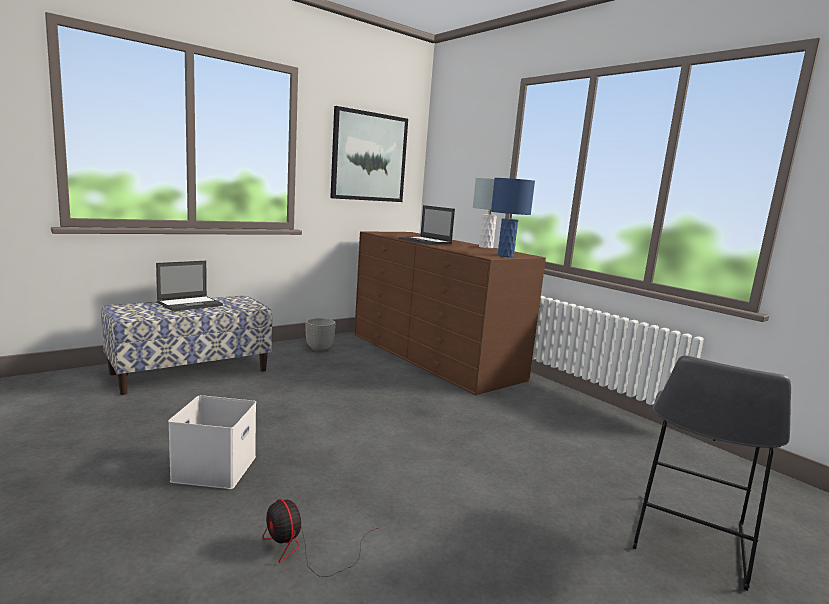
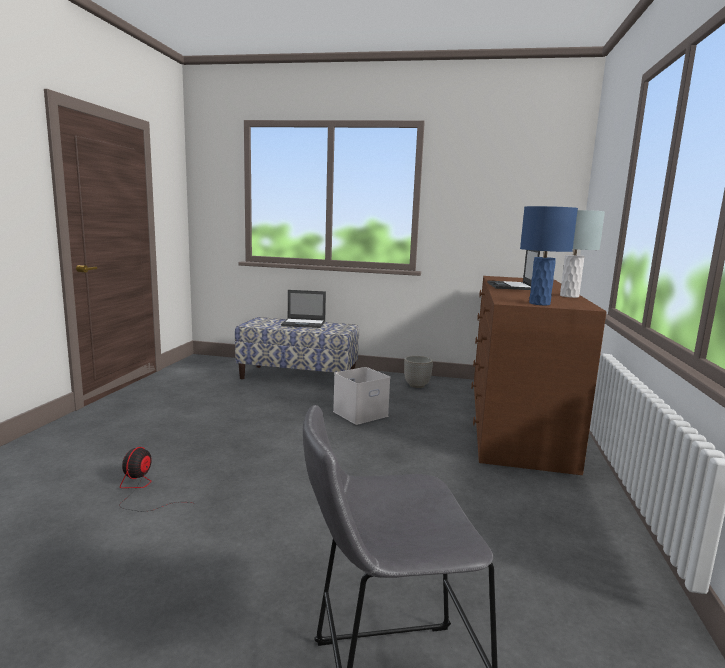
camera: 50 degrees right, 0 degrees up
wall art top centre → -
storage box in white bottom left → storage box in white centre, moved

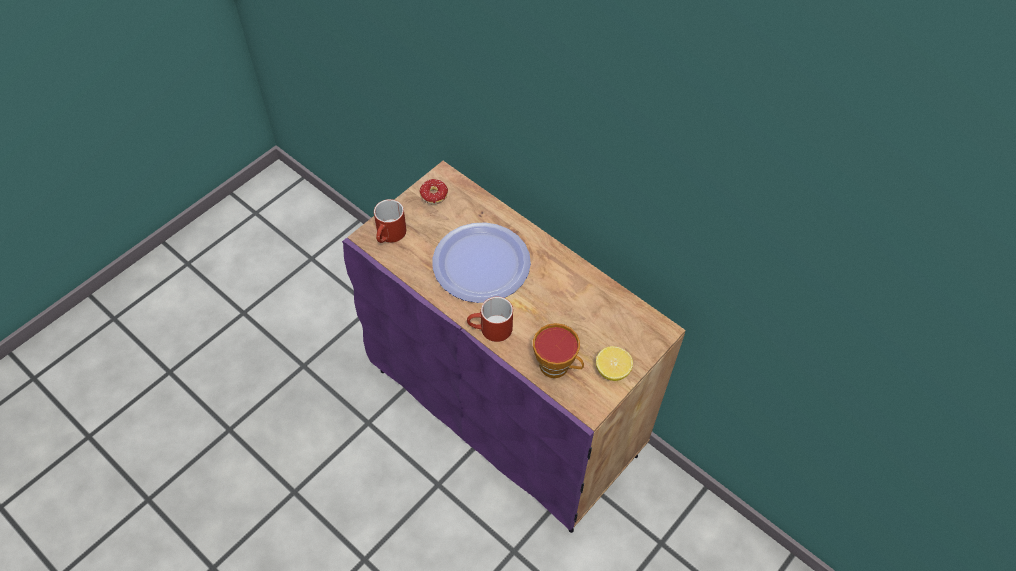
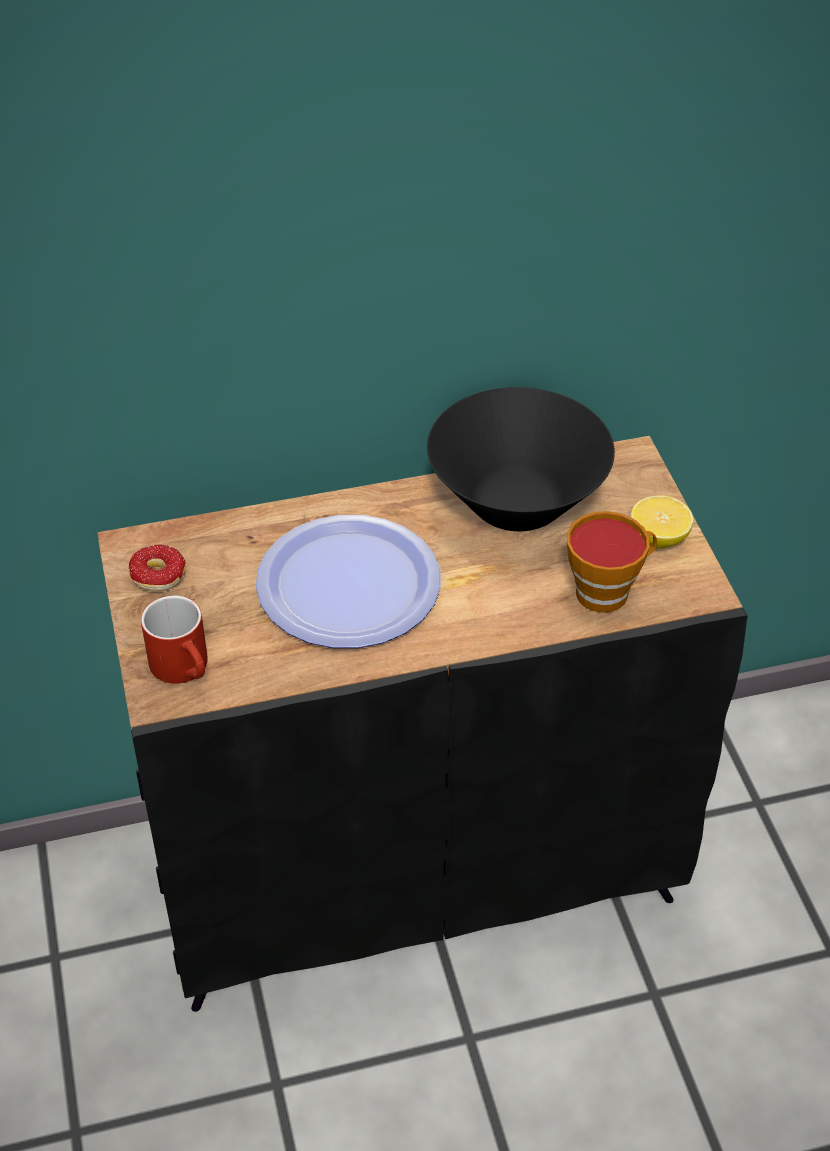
camera: 55 degrees left, 10 degrees down
mug in red-coloured (2nd from left) centre → -
- → serving bowl in black centre
cupboard in purple centre → cupboard in black centre

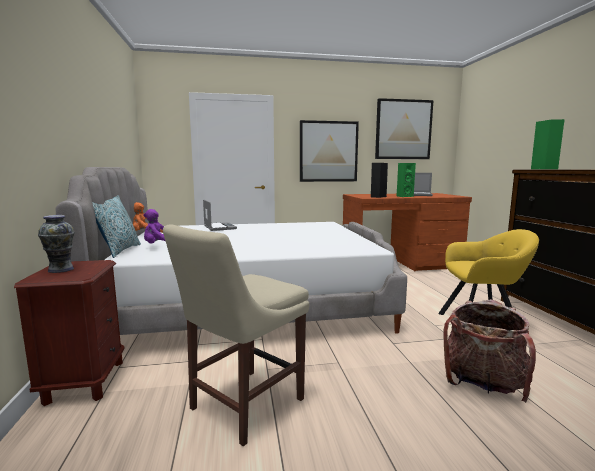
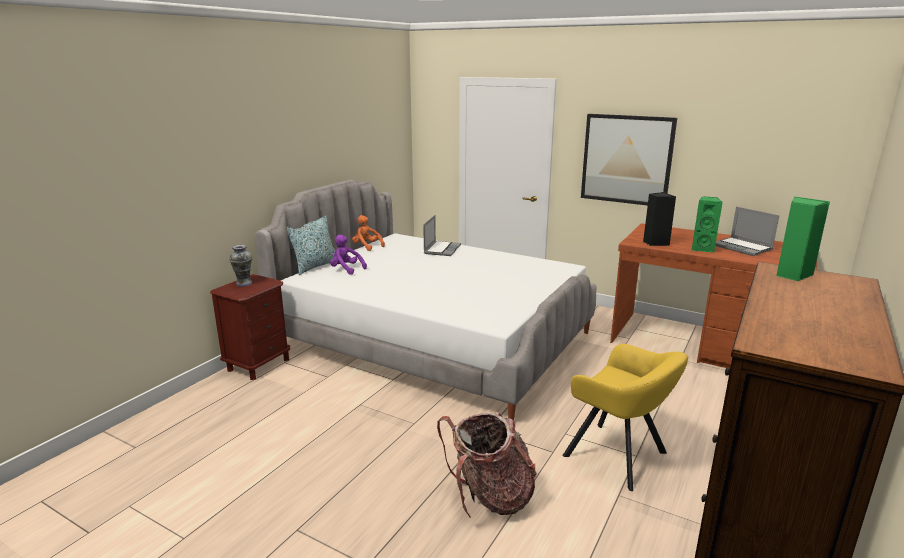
camera: 40 degrees right, 10 degrees up
upright chair in beige bottom centre → -
wall art (2nd from left) top right → -

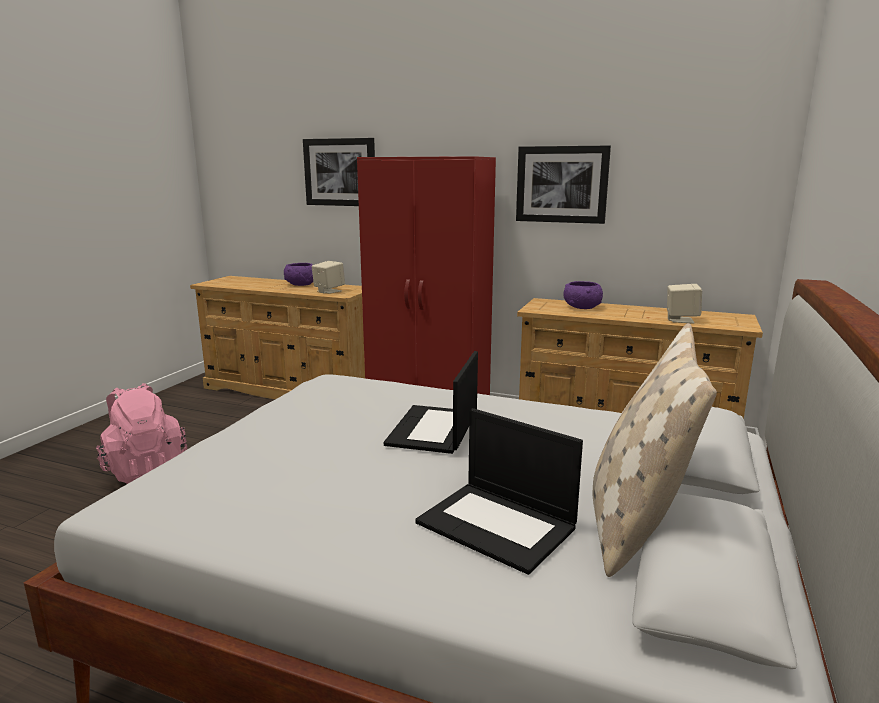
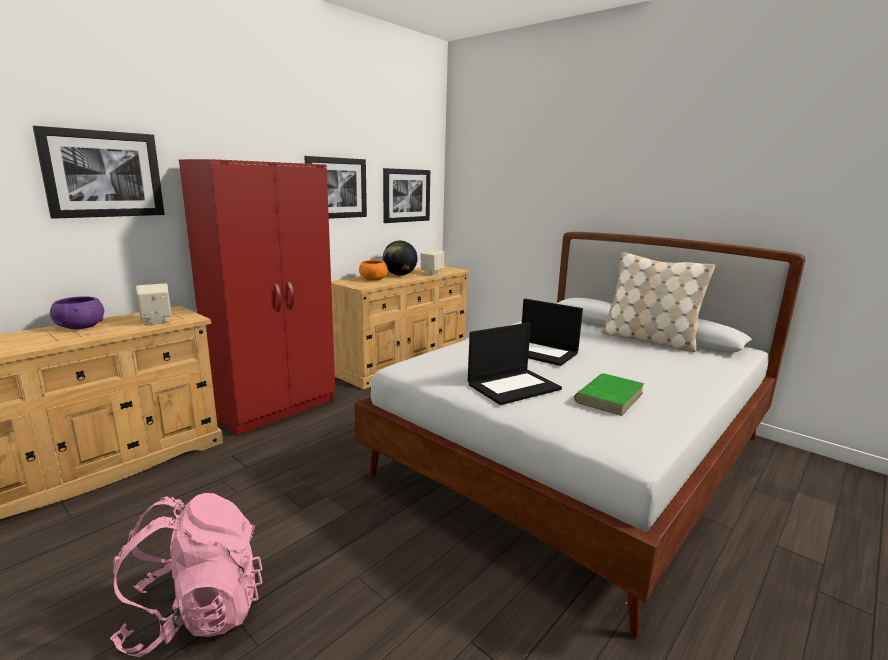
camera: 70 degrees left, 0 degrees up
- → wall art (3rd from left) top centre
- → world globe centre
- → book in greenish middle right
portable computer (2nd from left in the first image) bottom centre → portable computer (1st from left) centre, moved
serving bowl in purple (2nd from left) centre → serving bowl in orange-coloured centre

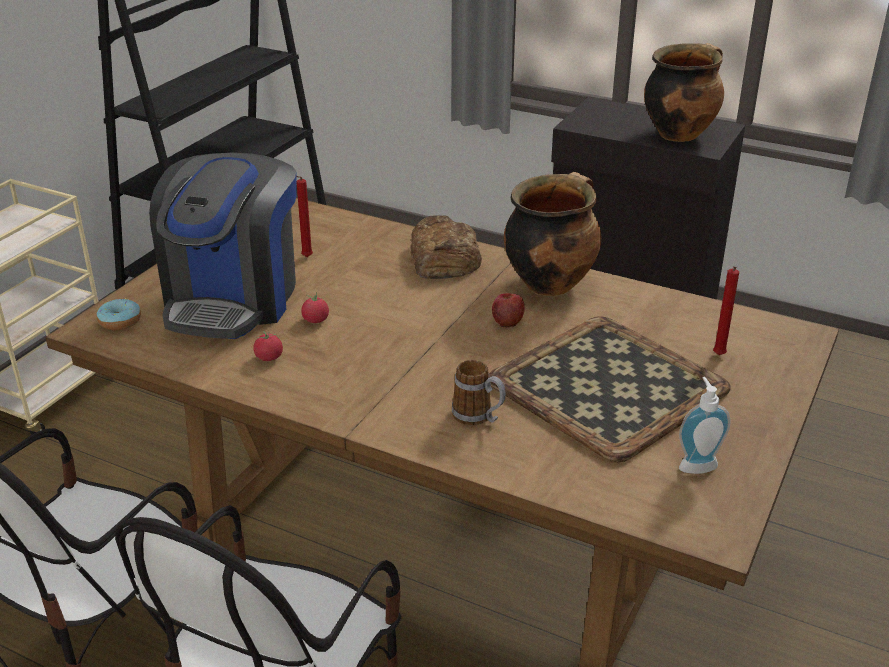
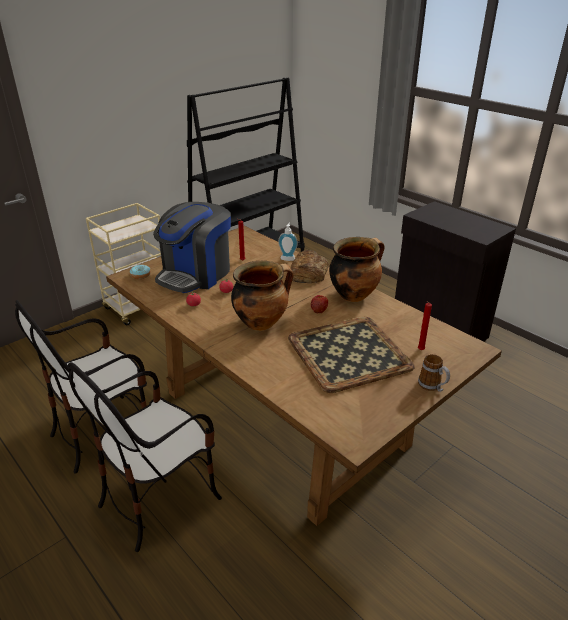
camera: 20 degrees right, 0 degrees up
mug centre → mug middle right, moved
saucepot (2nd from left in the first image) top right → saucepot (1st from left) centre, moved
liquid soap bottle middle right → liquid soap bottle centre, moved

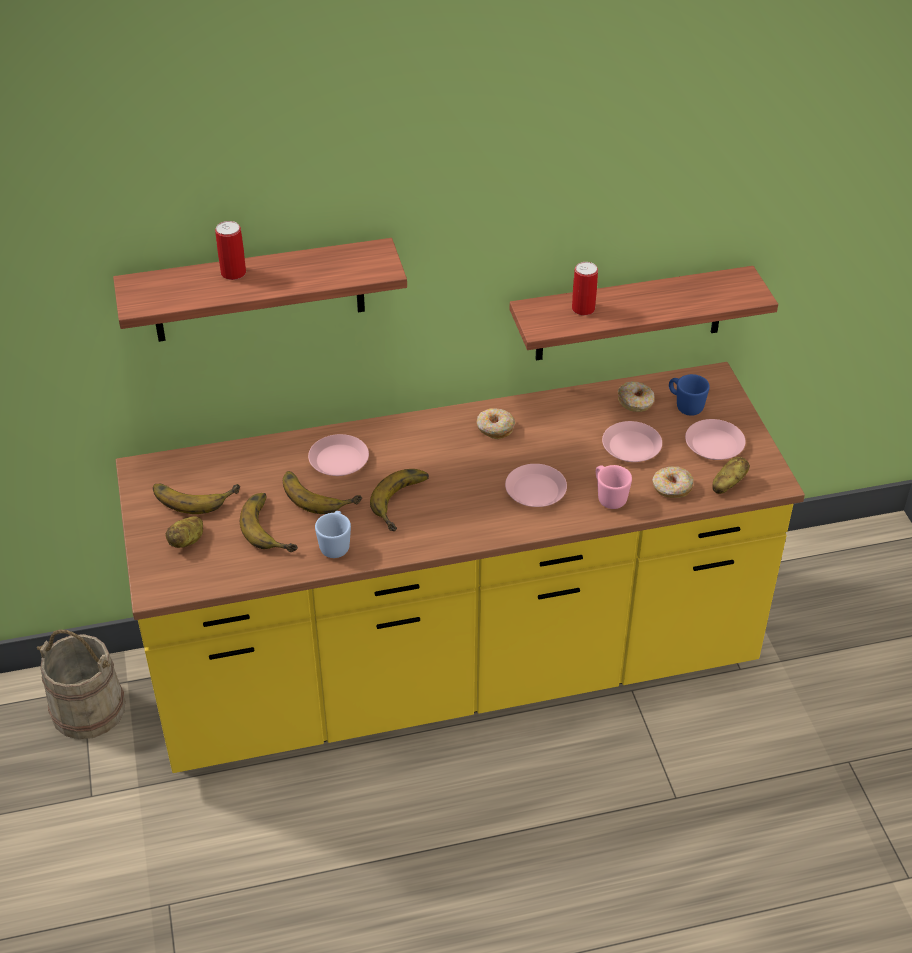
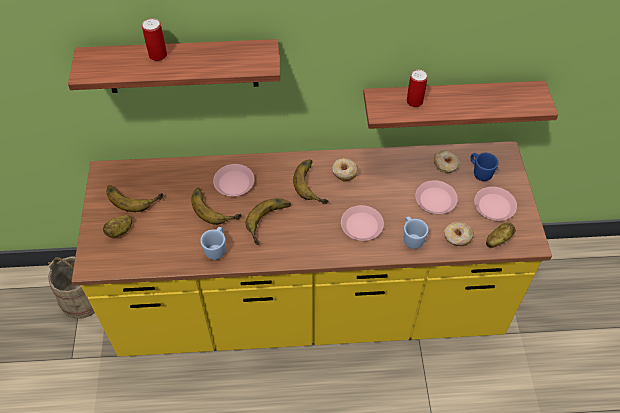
camera: 10 degrees right, 10 degrees up
banana fruit (2nd from left in the first image) middle left → banana fruit (4th from left) centre, moved
mug in pink-coloured middle right → mug in blue-coloured (2nd from left) middle right

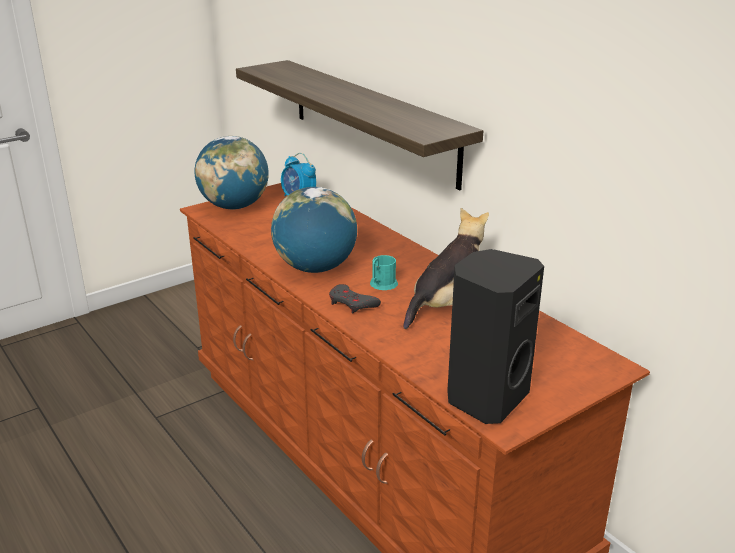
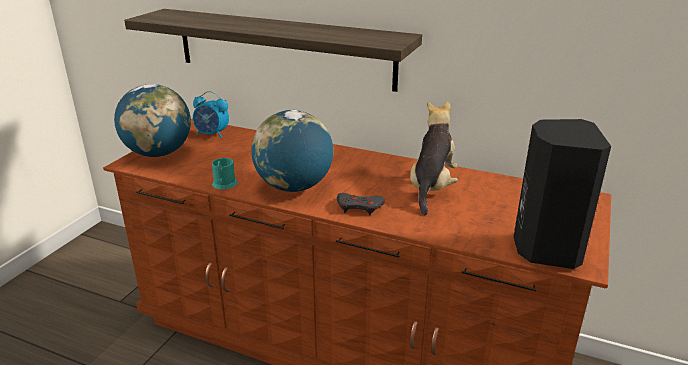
camera: 30 degrees left, 0 degrees up
mug in blue-green centre → mug in blue-green middle left, moved

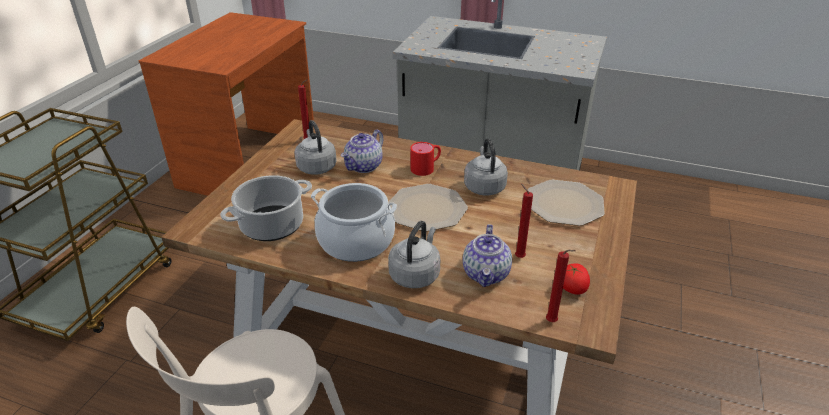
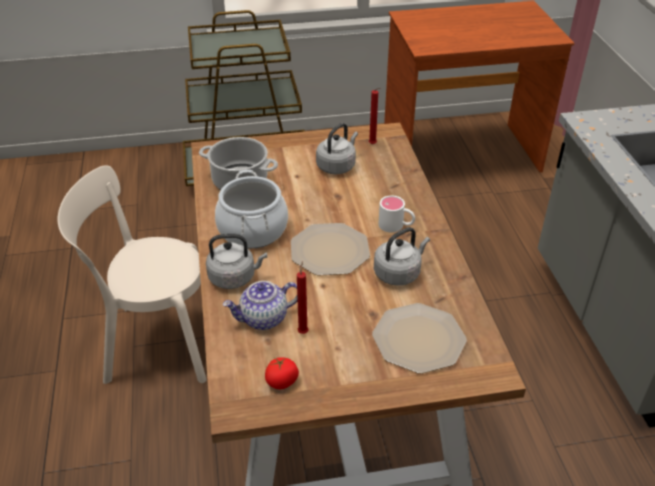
camera: 60 degrees right, 5 degrees up
teapot (1st from left) centre → -
wax candle in red-coloured (3rd from left) bottom right → -
mug in red-coloured centre → mug in white centre

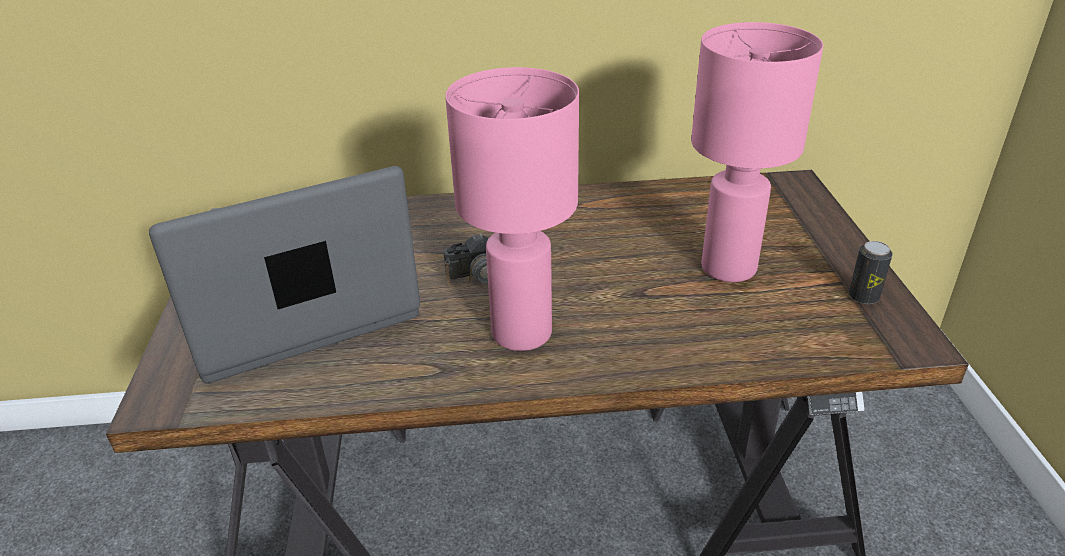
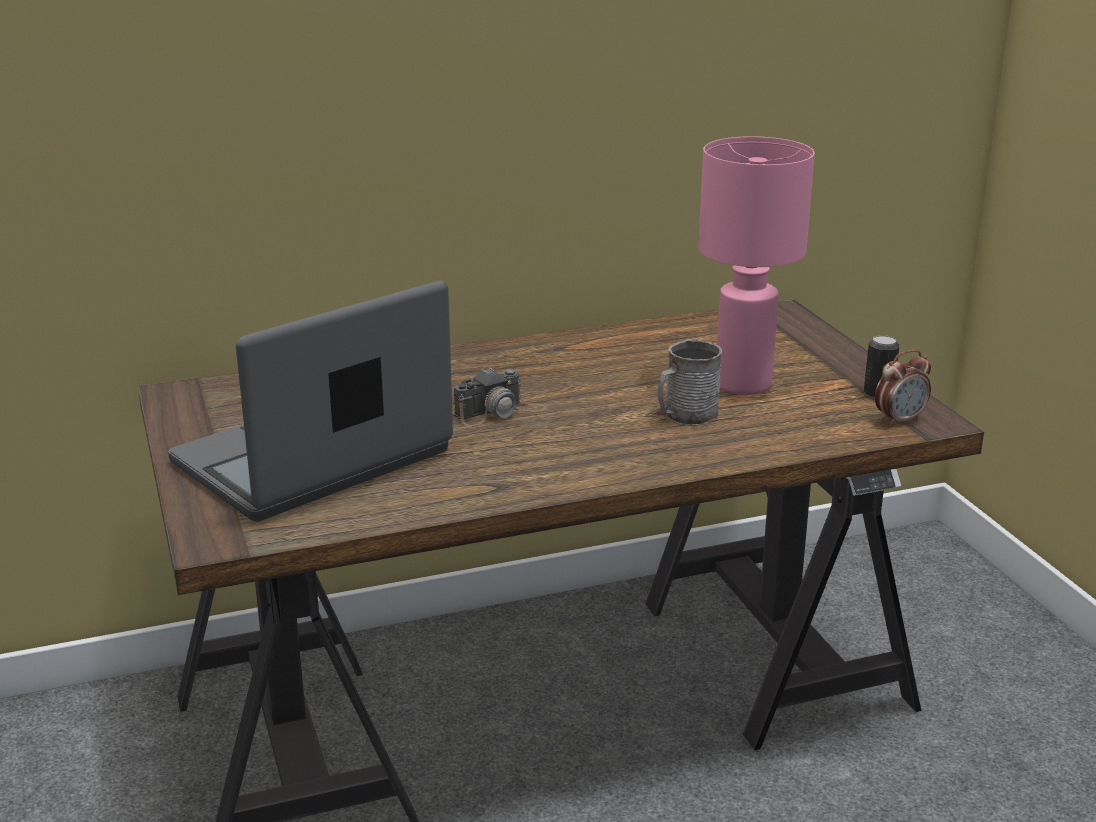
camera: 15 degrees left, 10 degrees down
tabletop lamp in pink-coloured (1st from left) centre → -
- → mug in grey centre
- → bedside clock middle right

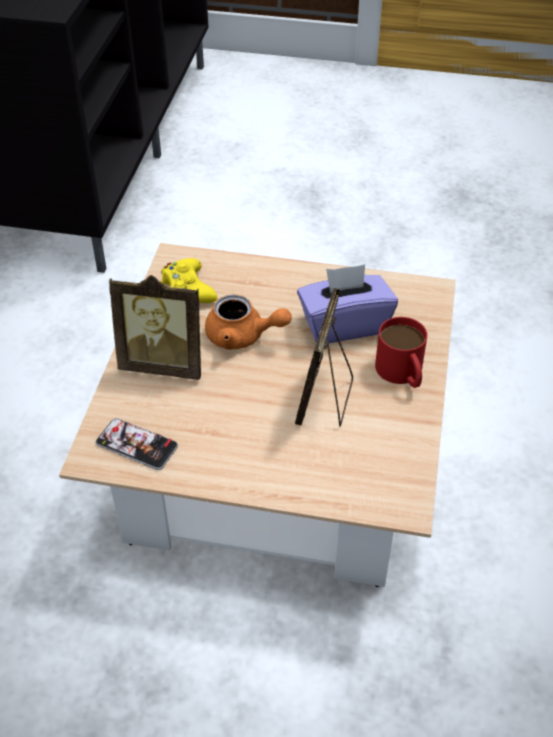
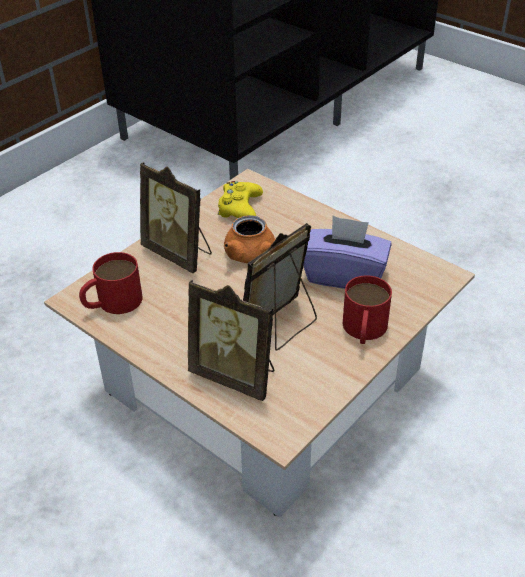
camera: 30 degrees right, 5 degrees down
- → standing frame (2nd from left) centre
phone middle left → mug in red-coloured (1st from left) middle left

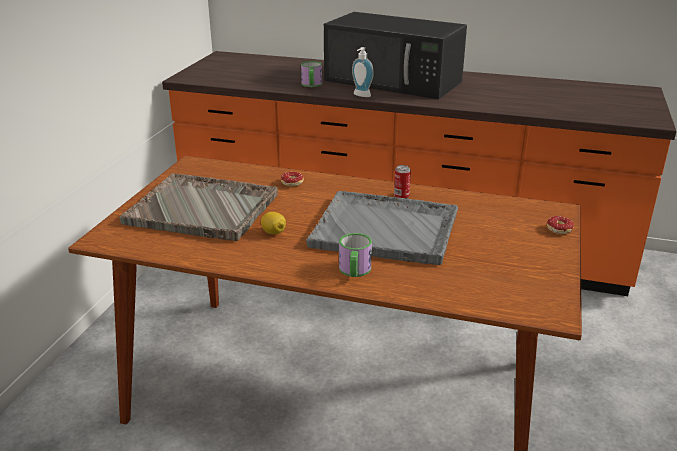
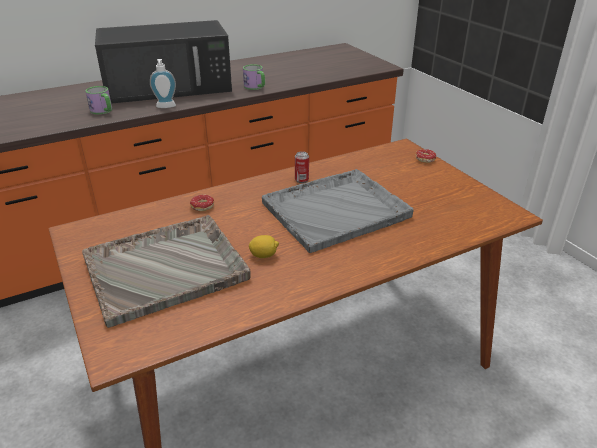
camera: 45 degrees left, 5 degrees up
mug (2nd from left) centre → mug (2nd from left) top centre, moved

